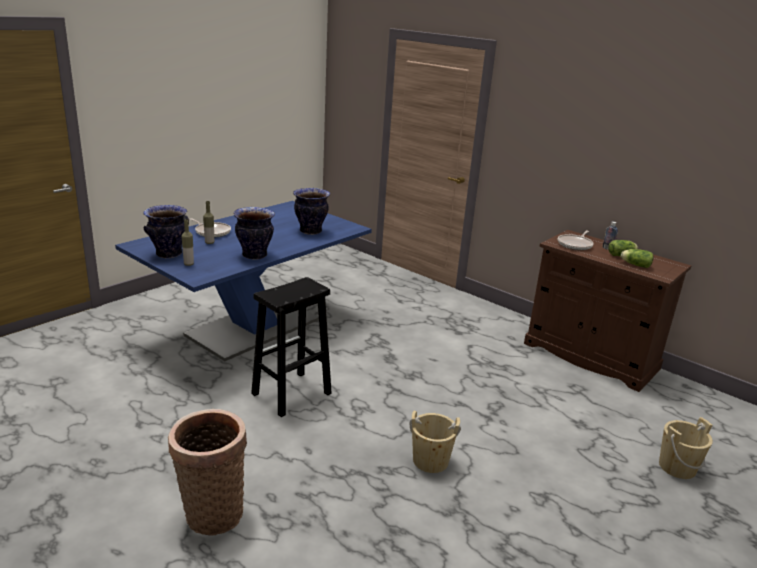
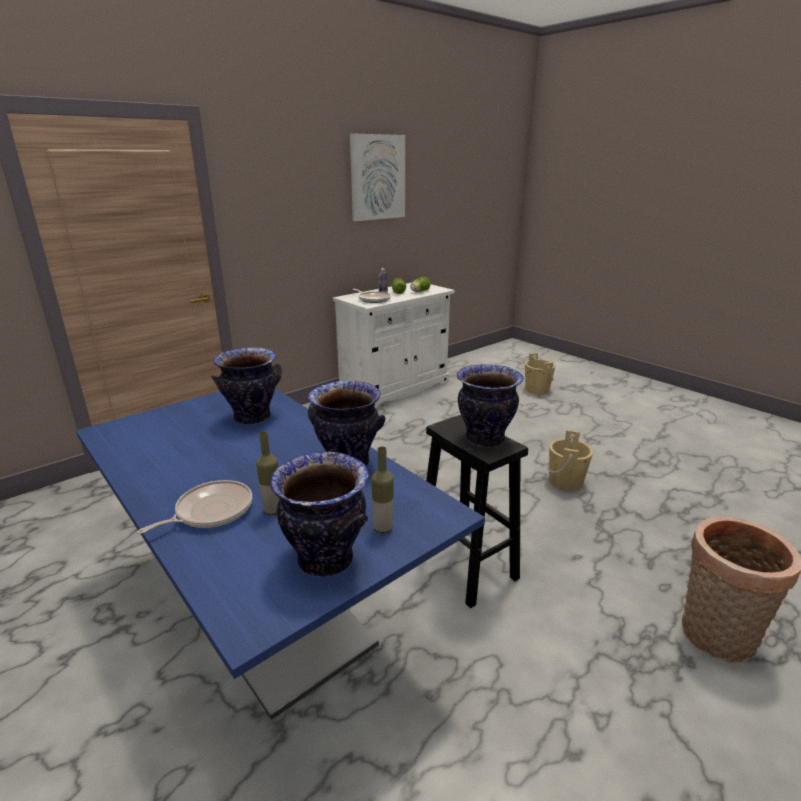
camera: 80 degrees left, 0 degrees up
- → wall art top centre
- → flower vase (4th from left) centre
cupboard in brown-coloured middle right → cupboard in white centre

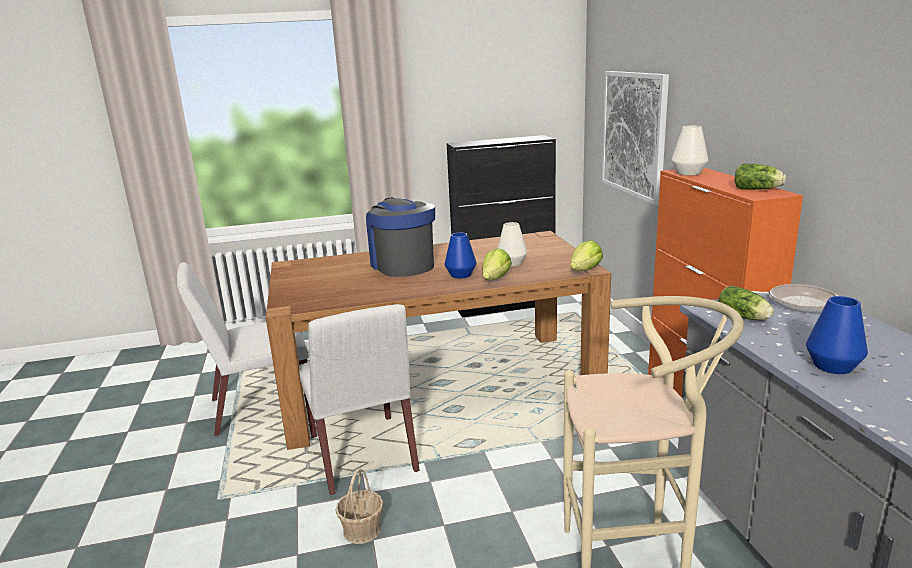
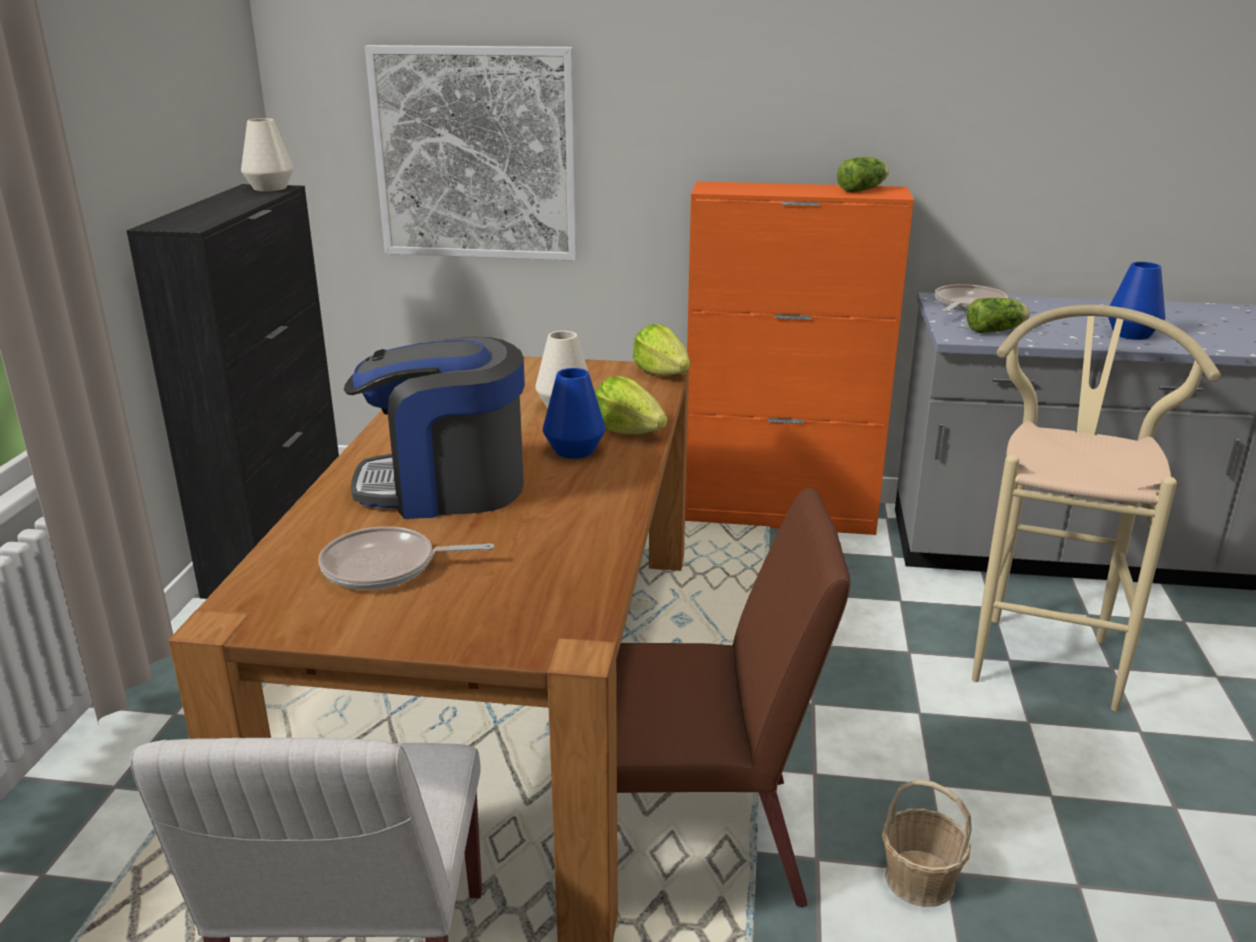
camera: 70 degrees left, 5 degrees up
- → frying pan (1st from left) middle left
flower vase in white (2nd from left in the first image) top right → flower vase in white (1st from left) top left, moved
upright chair in white (2nd from left) bottom centre → upright chair in brown-coloured bottom centre

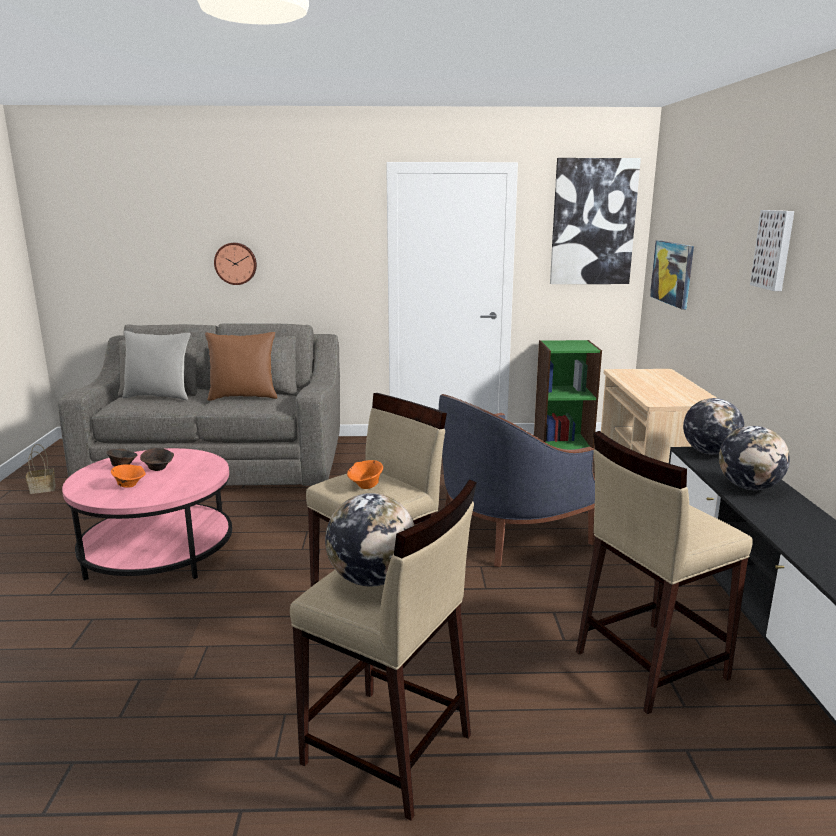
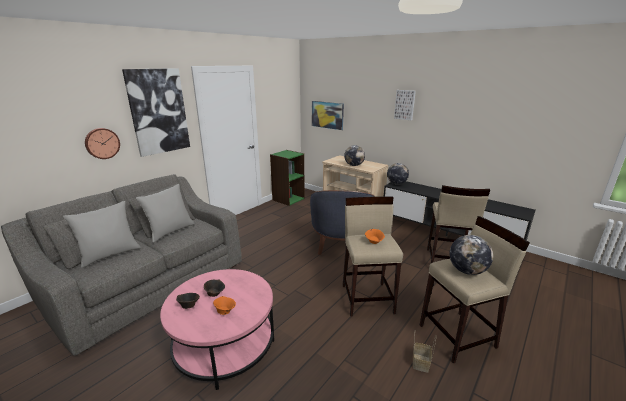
camera: 50 degrees left, 5 degrees up
basket middle left → basket bottom right, moved
wall art (1st from left) top right → wall art (1st from left) top left, moved
world globe (3rd from left in the first image) middle right → world globe (1st from left) centre, moved
throw pillow in brown-coloured middle left → throw pillow in grey (2nd from left) middle left

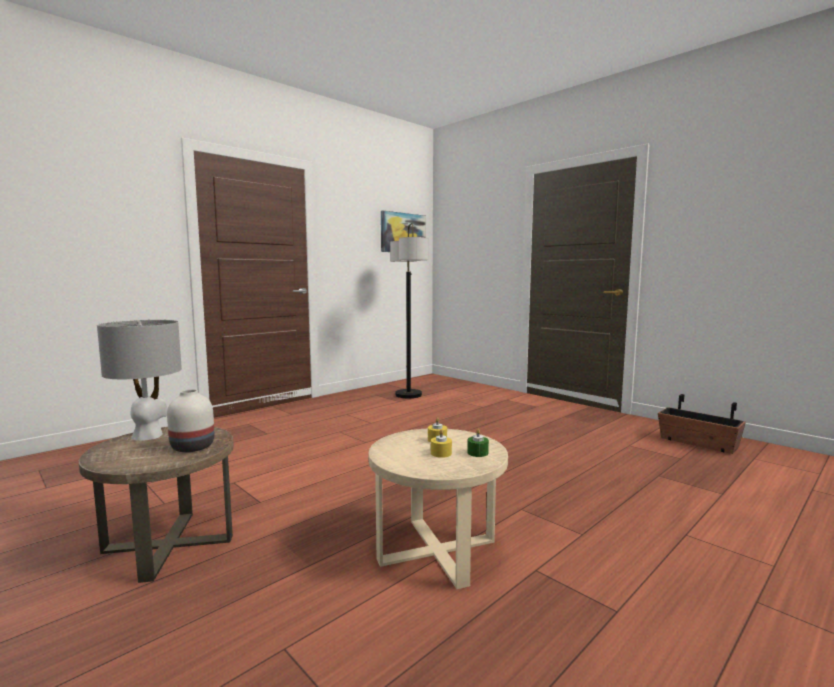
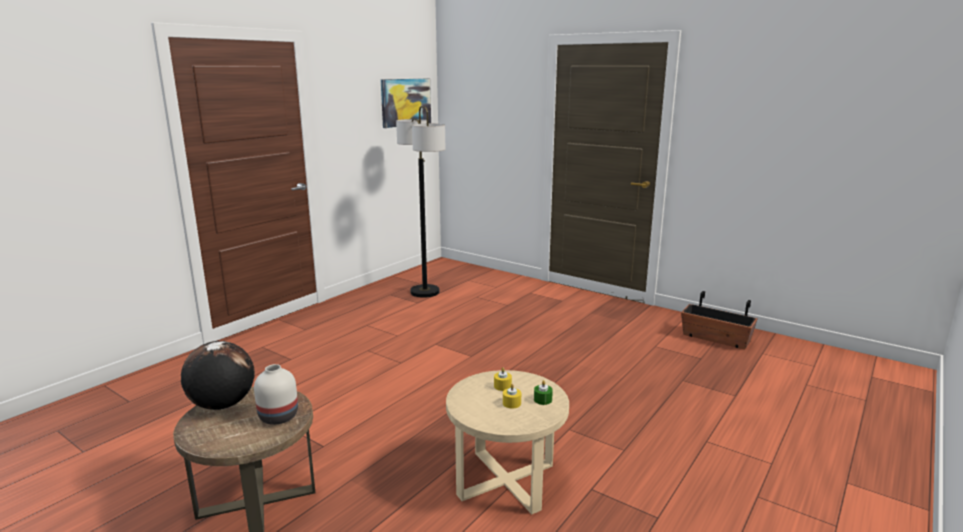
camera: 10 degrees left, 10 degrees up
tabletop lamp in grey middle left → world globe bottom left

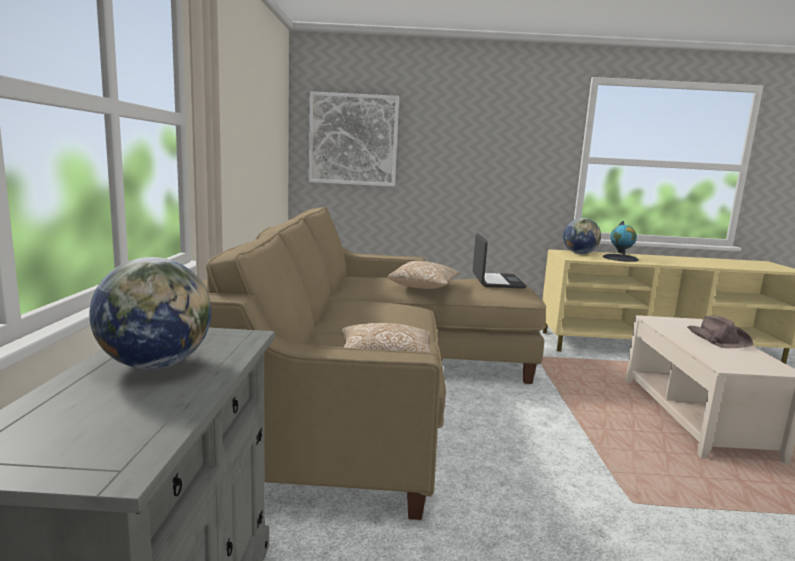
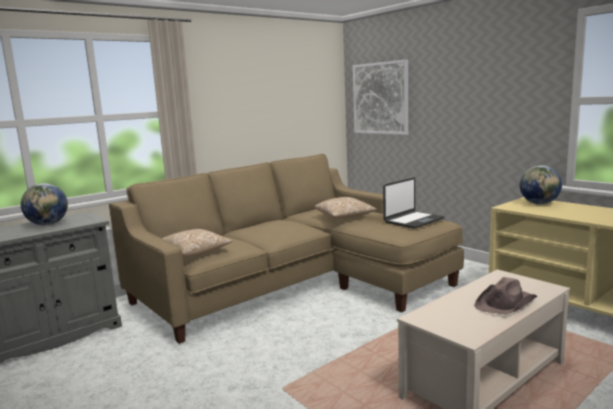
camera: 50 degrees right, 0 degrees up
world globe (3rd from left) middle right → -

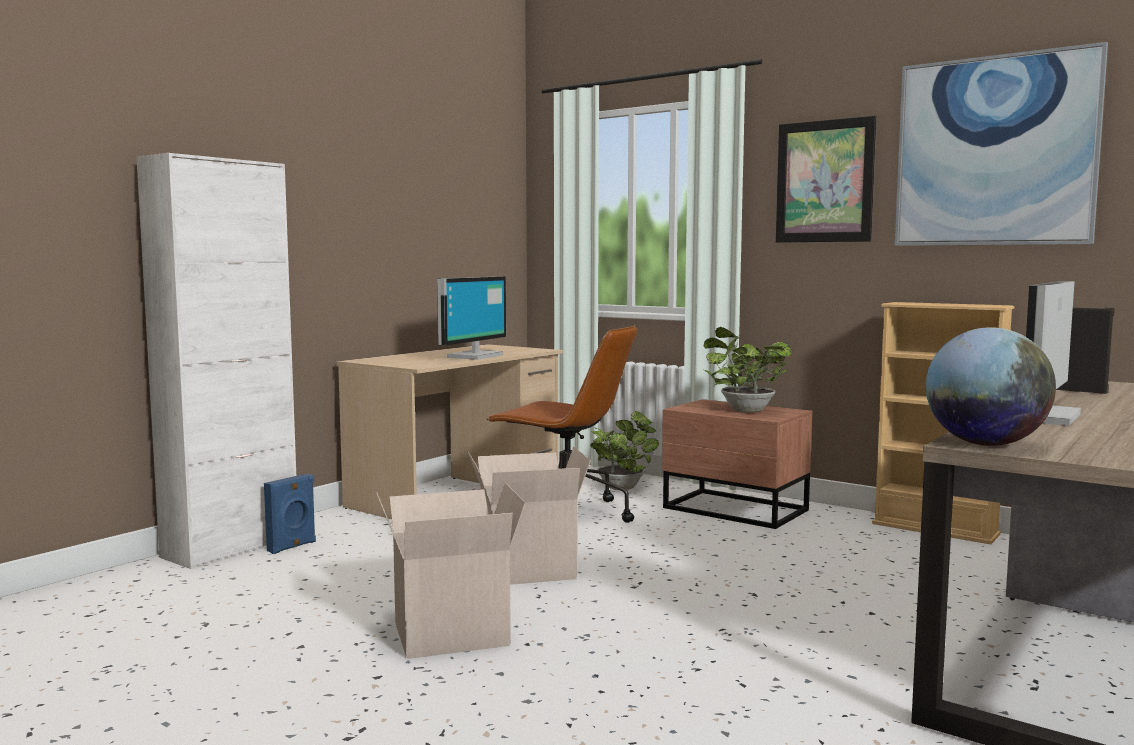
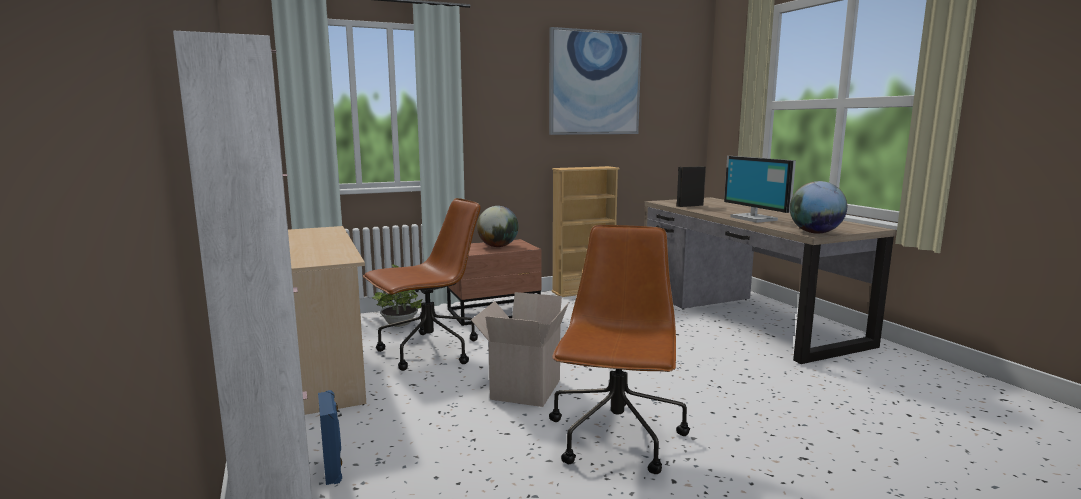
camera: 60 degrees left, 5 degrees up
computer display (1st from left) centre → -
wall art (1st from left) top right → -
packing box (1st from left) bottom centre → desk chair in brown-coloured (2nd from left) bottom centre
potted plant (2nd from left) centre → world globe (1st from left) centre

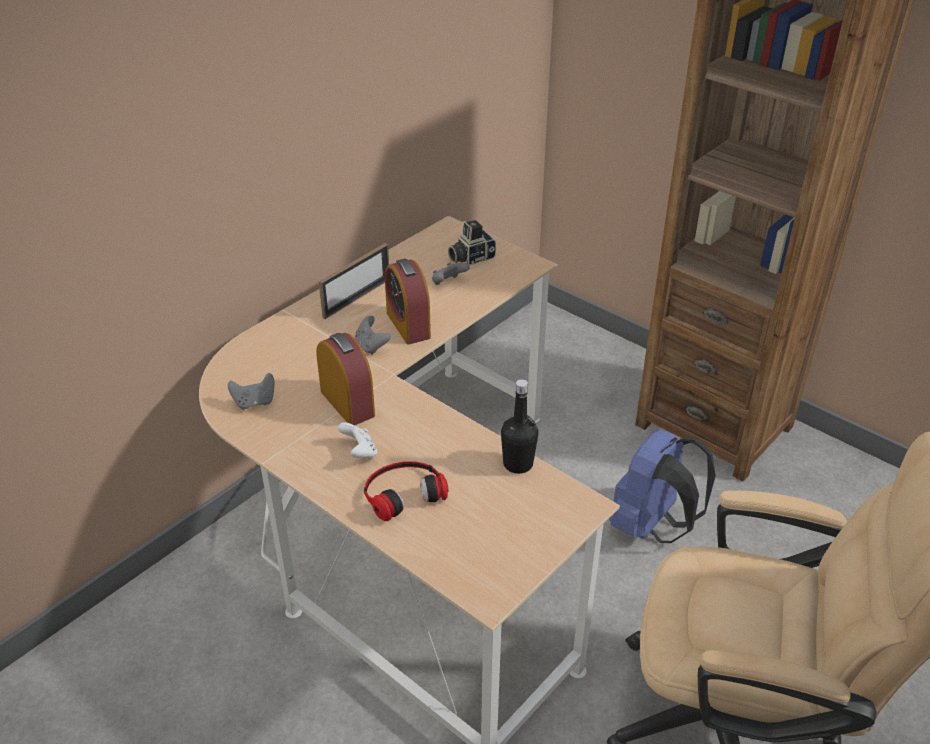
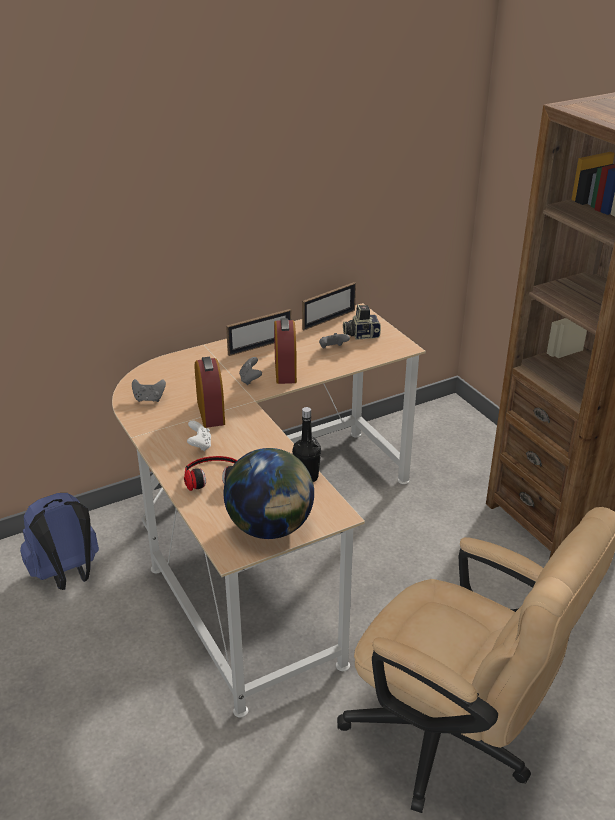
camera: 20 degrees right, 5 degrees down
- → world globe centre
- → standing frame (2nd from left) centre
backpack in blue-coloured middle right → backpack in blue-coloured middle left, moved

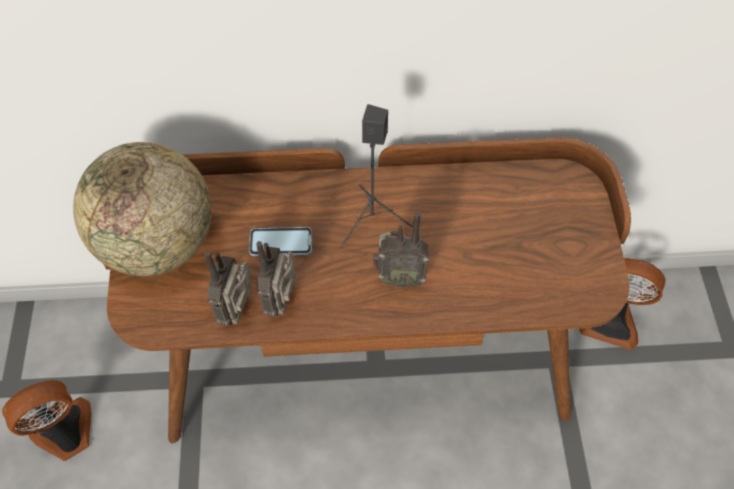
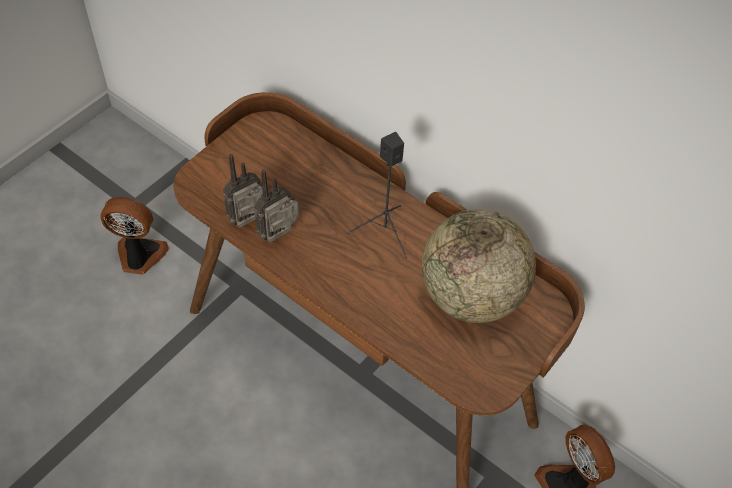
camera: 40 degrees right, 5 degrees down
phone centre → -
radio (3rd from left) centre → -
world globe middle left → world globe centre, moved

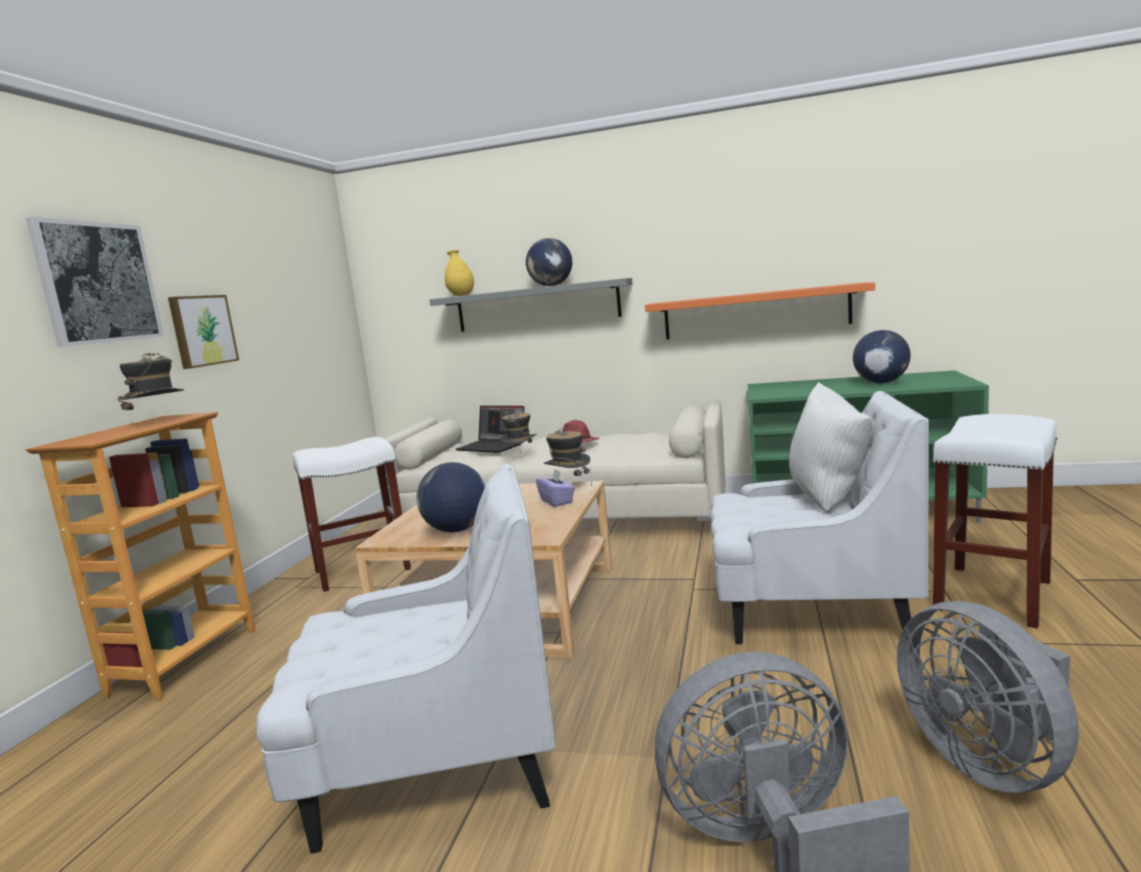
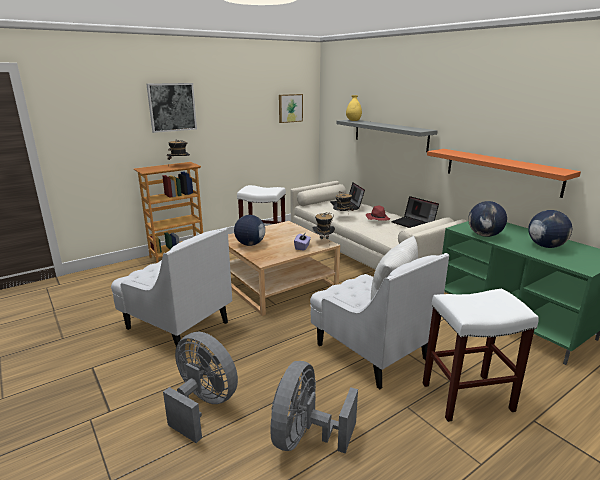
camera: 40 degrees right, 10 degrees up
- → portable computer (2nd from left) middle right
wall art (2nd from left) middle left → wall art (2nd from left) top centre, moved
world globe (2nd from left) top centre → world globe (2nd from left) middle right, moved

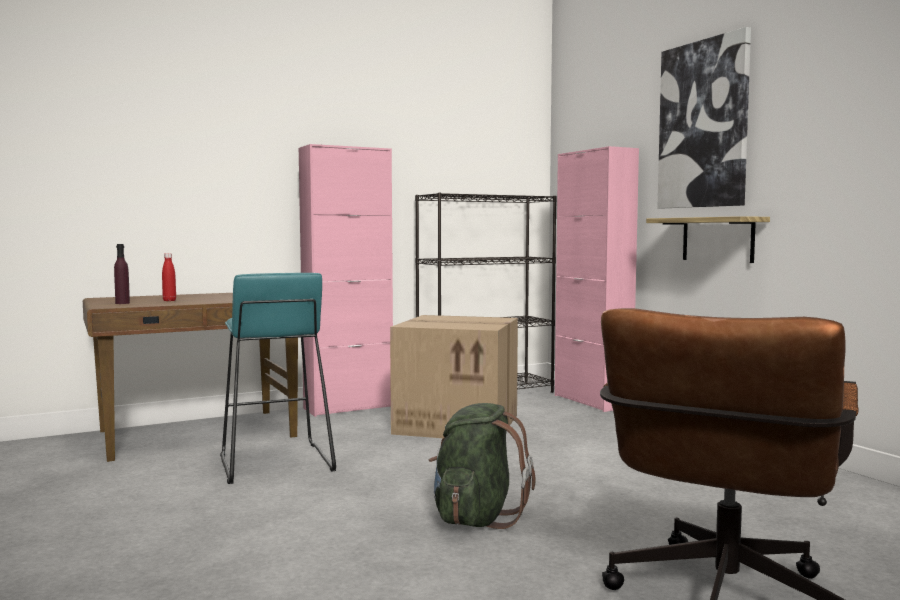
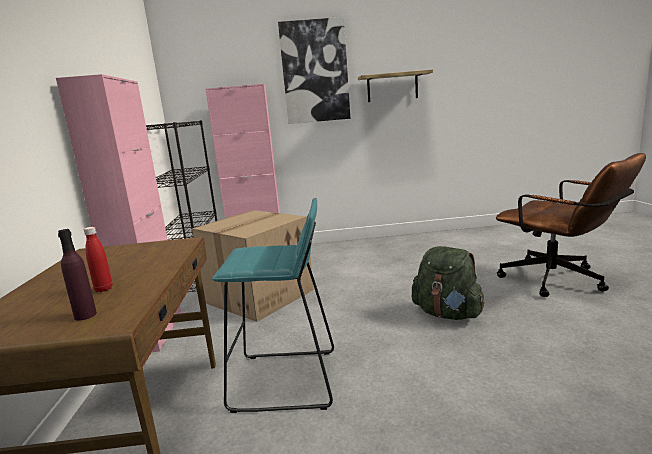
camera: 65 degrees left, 10 degrees up
bracket shelf middle right → bracket shelf top centre, moved

